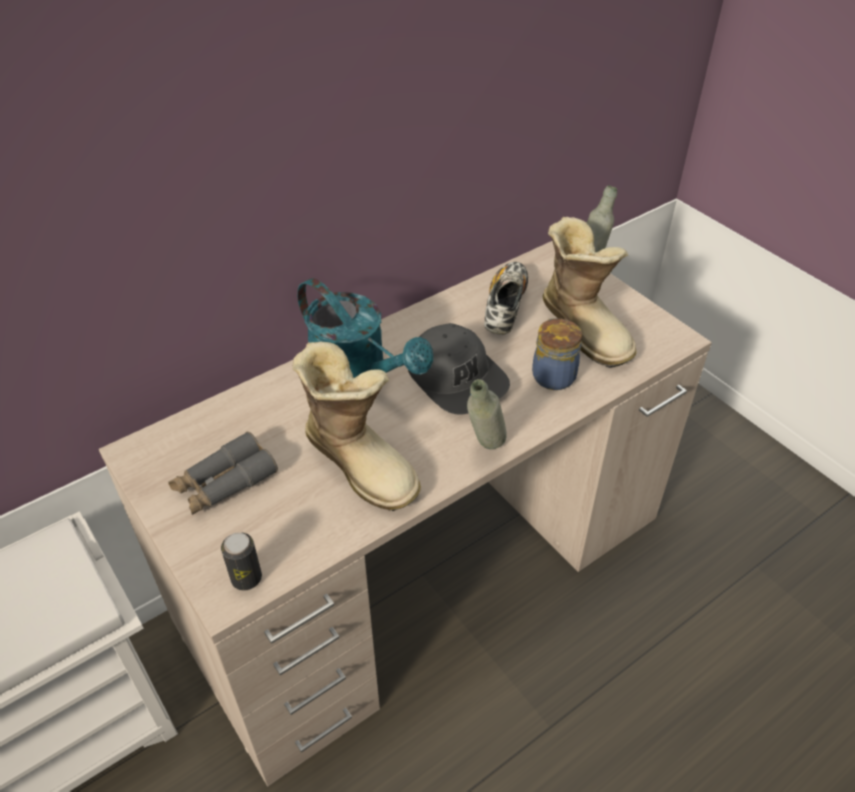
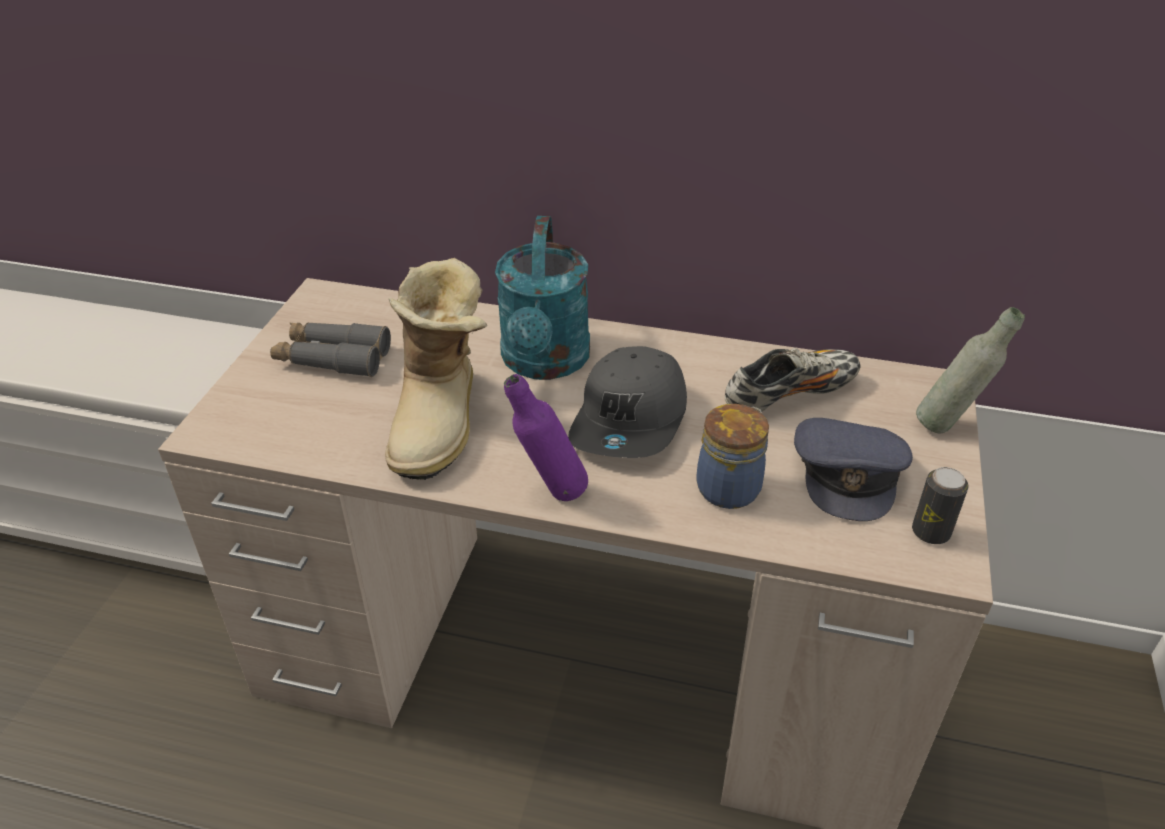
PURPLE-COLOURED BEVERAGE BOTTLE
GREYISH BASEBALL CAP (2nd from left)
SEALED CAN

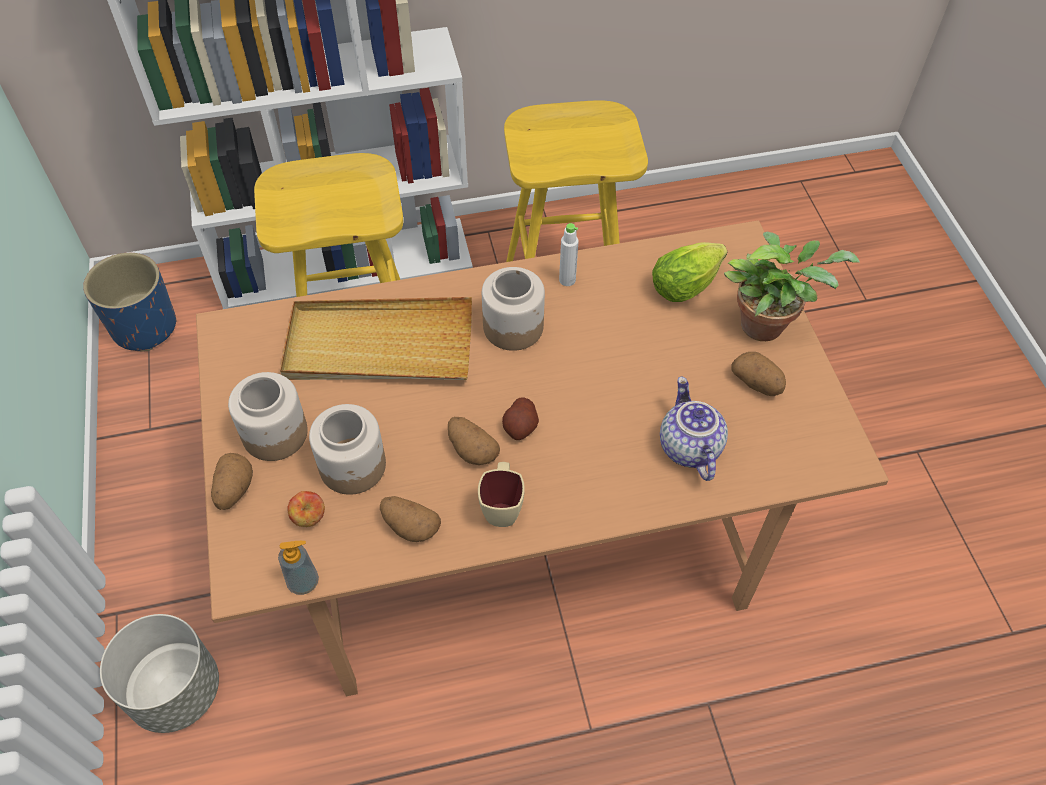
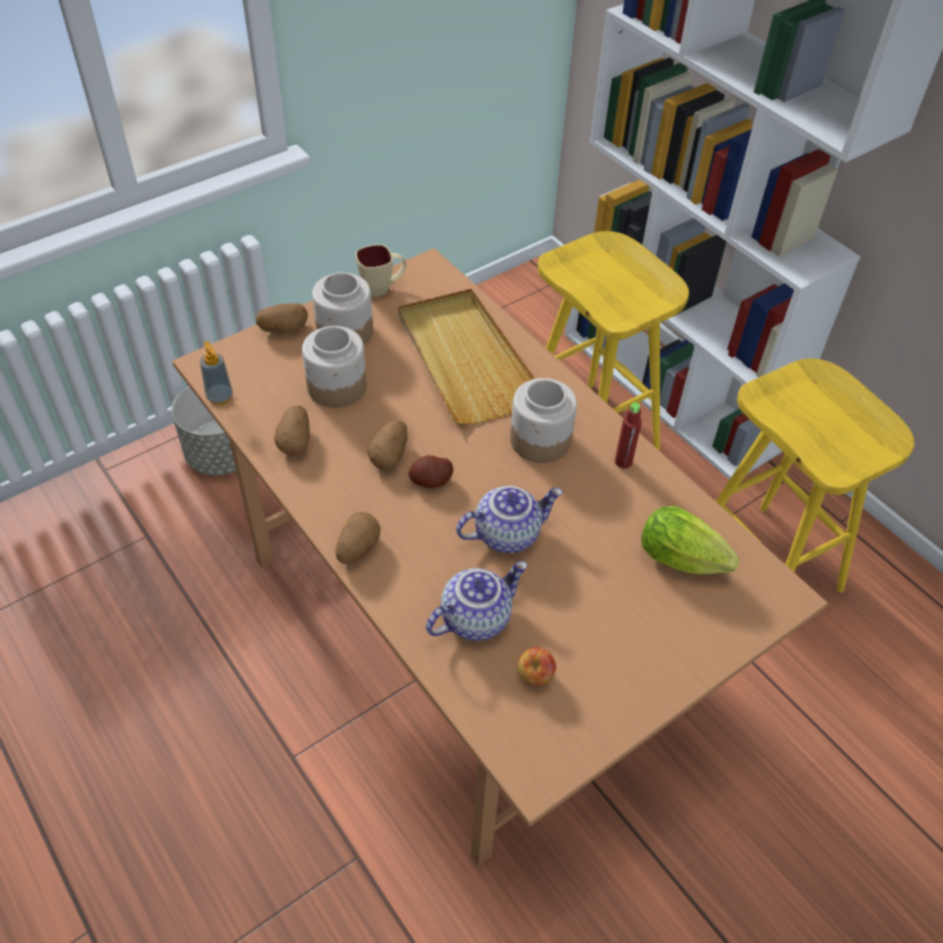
SPUD (3rd from left)
BEIGE COFFEE MUG
TEAPOT (2nd from left)
WHOLE APPLE
REDDISH BEVERAGE BOTTLE
BLUE FLOWER POT
PLANT IN A POT

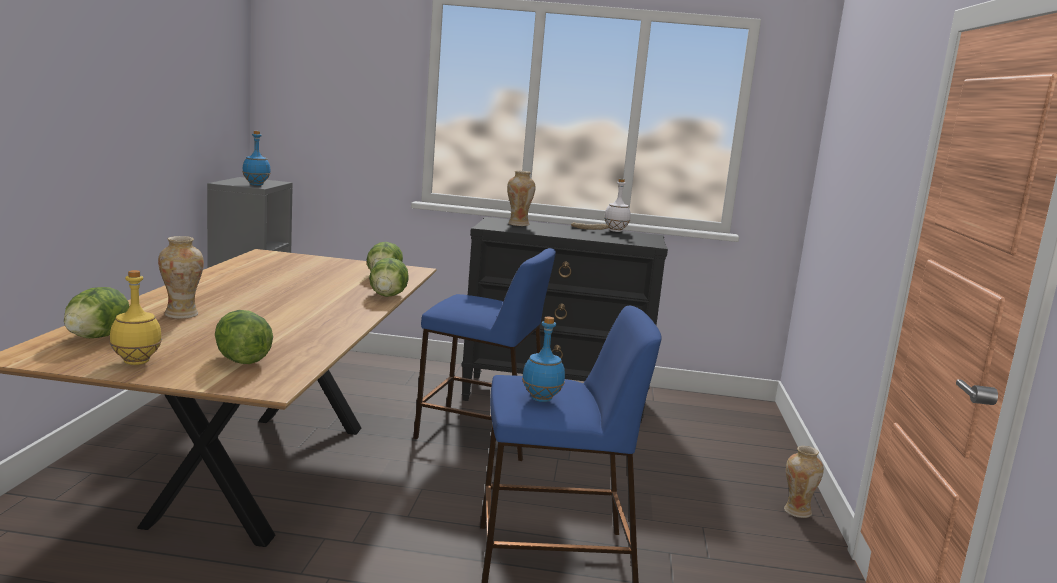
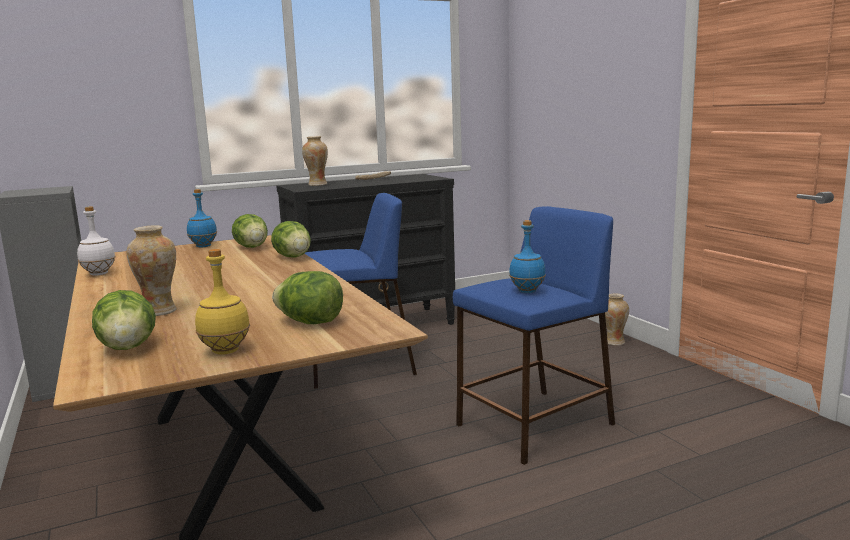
WHITISH BEVERAGE BOTTLE
BLUE BEVERAGE BOTTLE (1st from left)

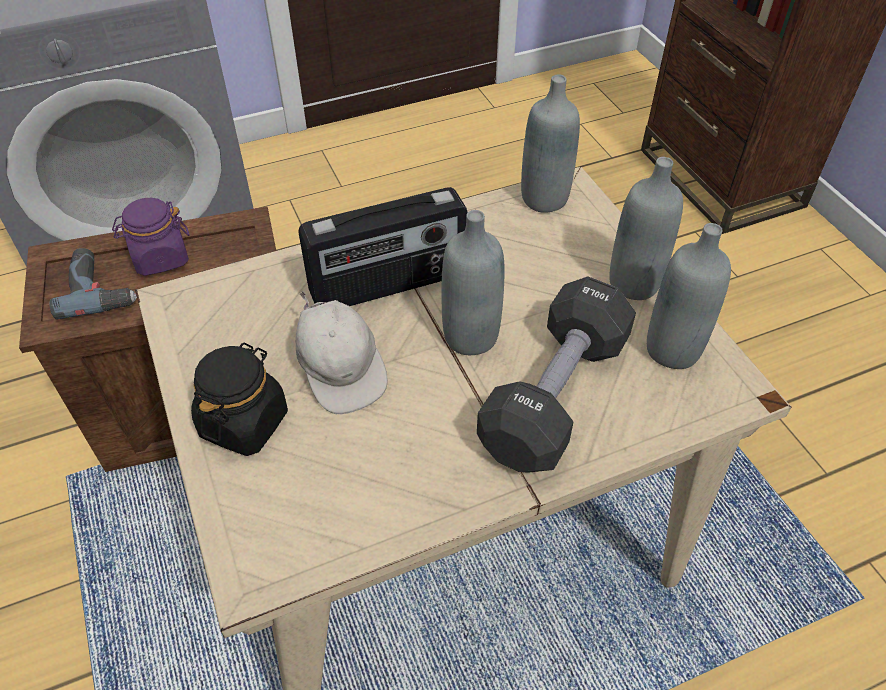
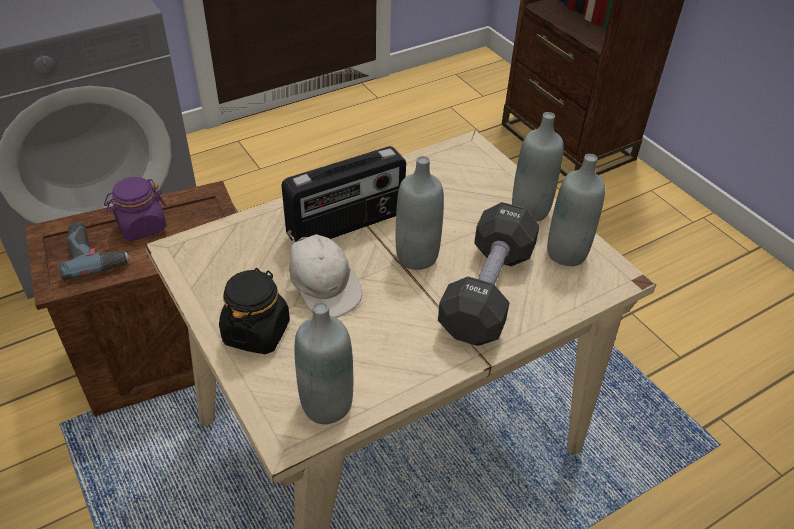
GREYISH BEVERAGE BOTTLE (1st from left)

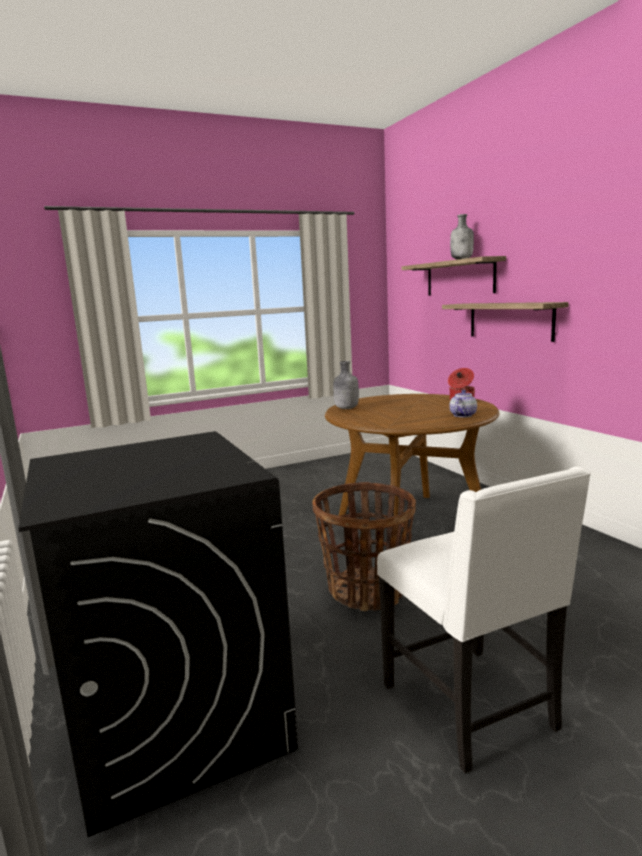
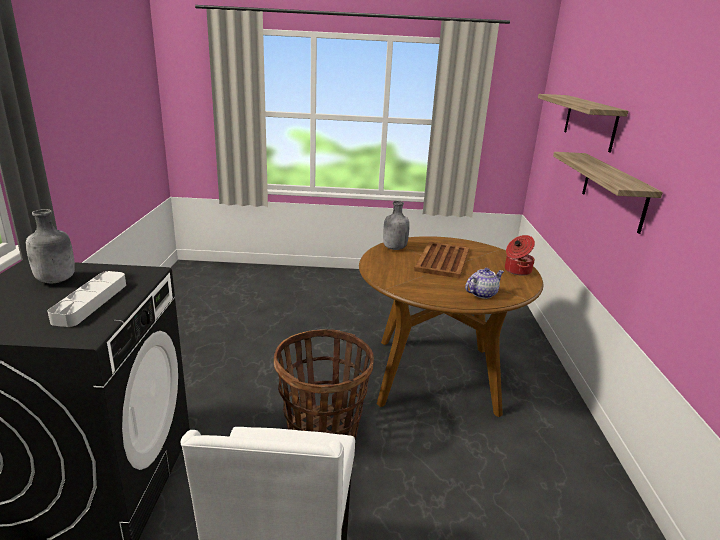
GREYISH BEVERAGE BOTTLE (1st from left)
GREYISH CARRYING TRAY
BROWNISH CARRYING TRAY

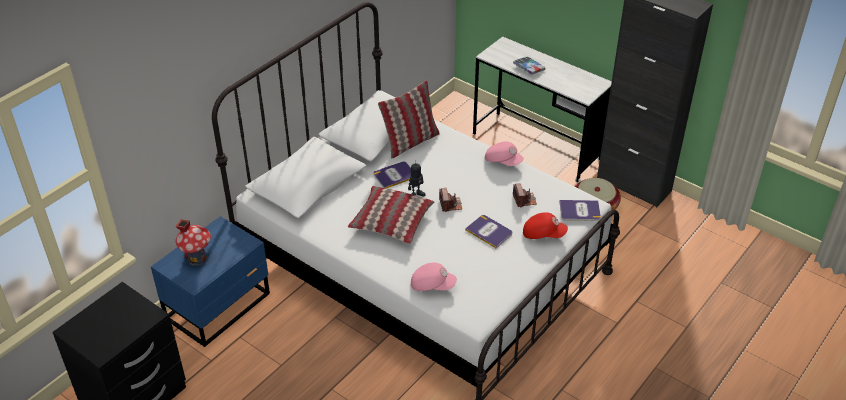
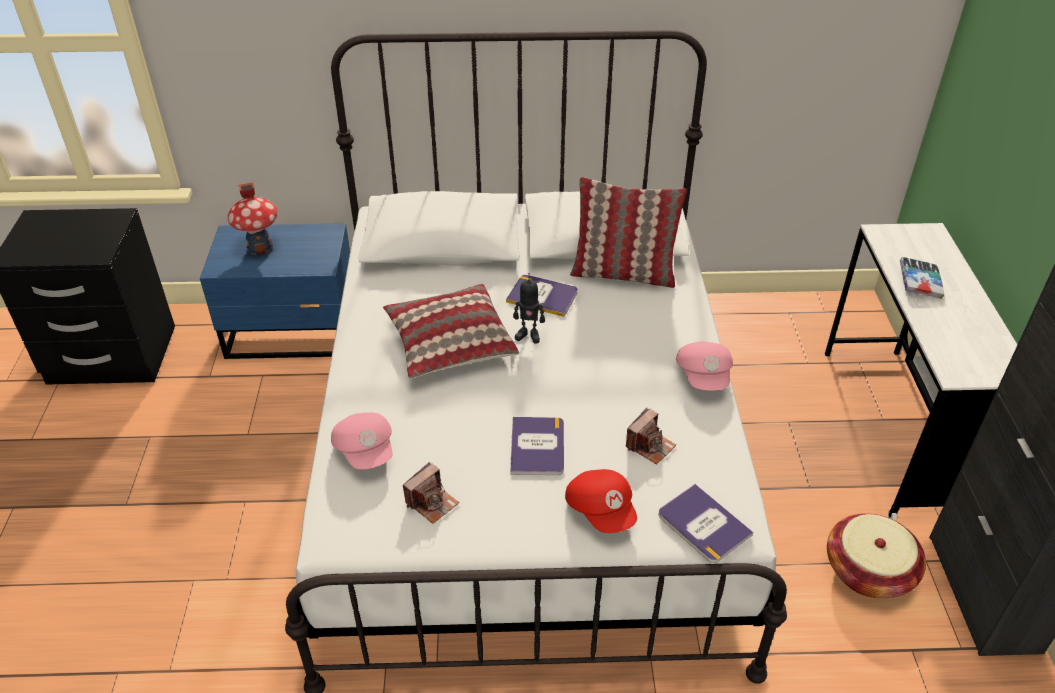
STILL CAMERA (1st from left)

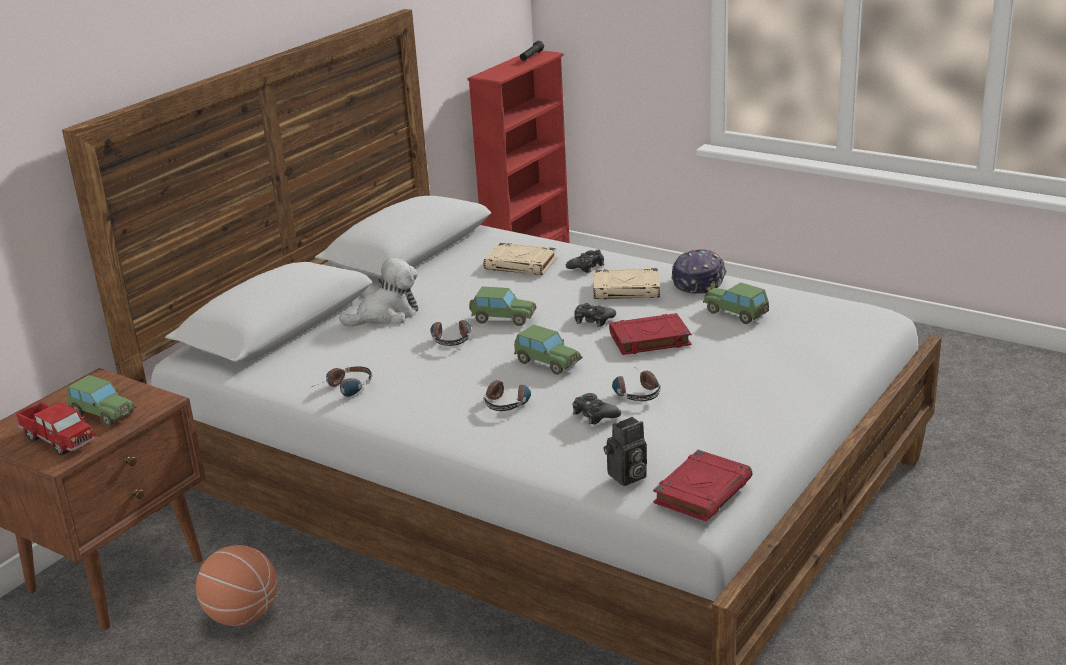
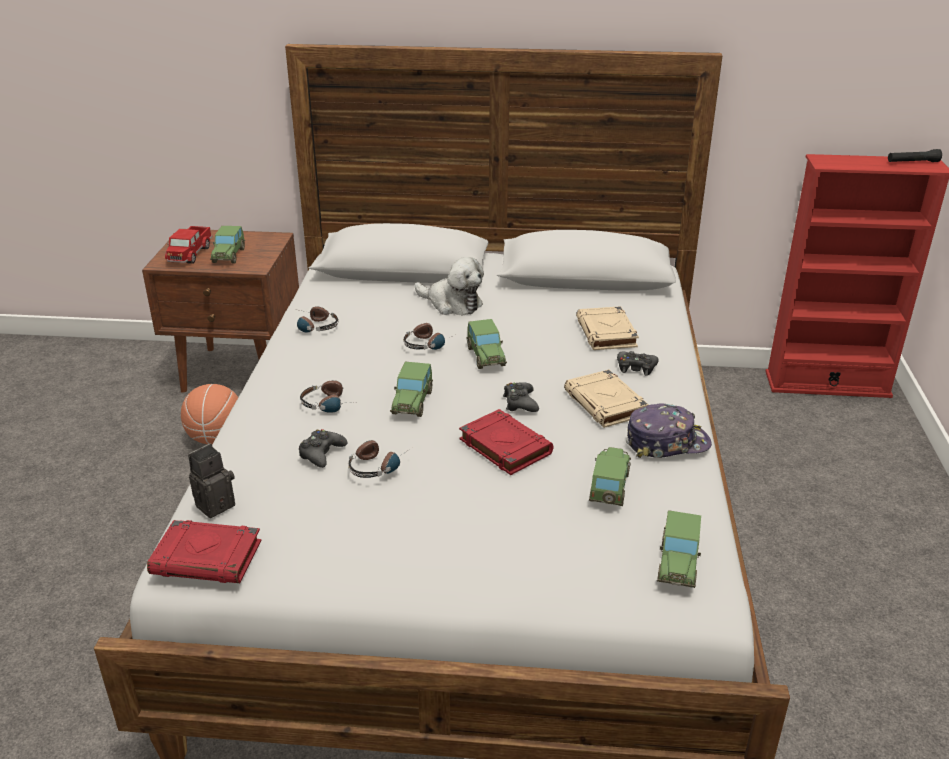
STILL CAMERA
MINIATURE CAR (5th from left)

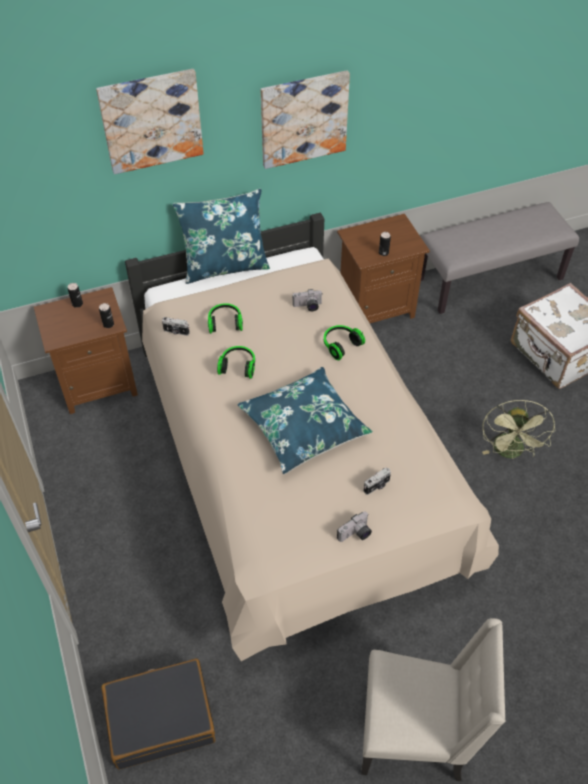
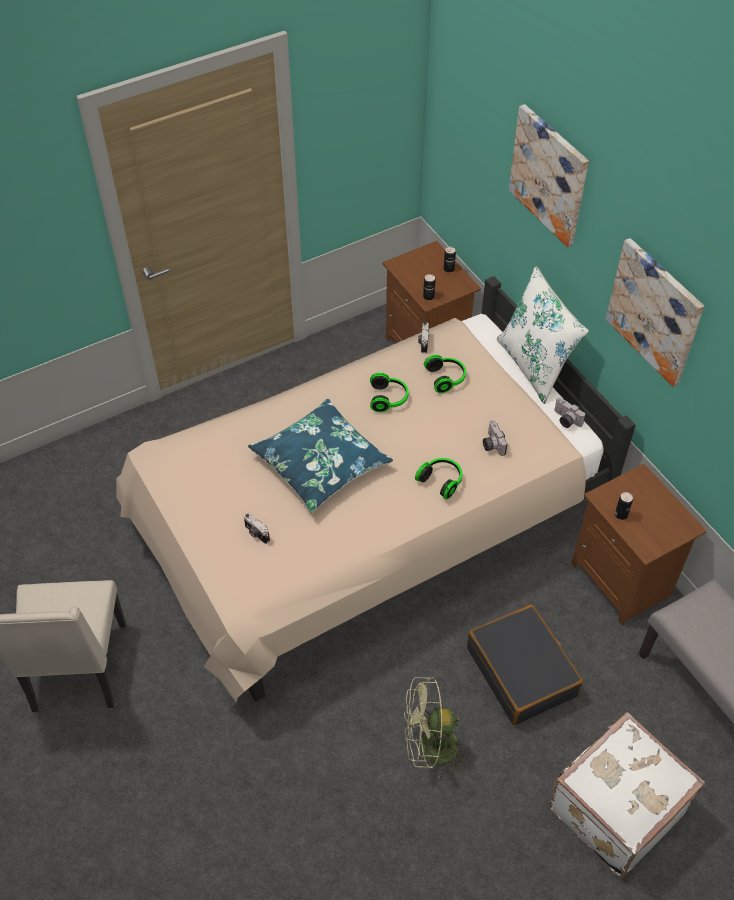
BLACK TRAVEL CASE
WHITISH THROW PILLOW
STILL CAMERA (4th from left)

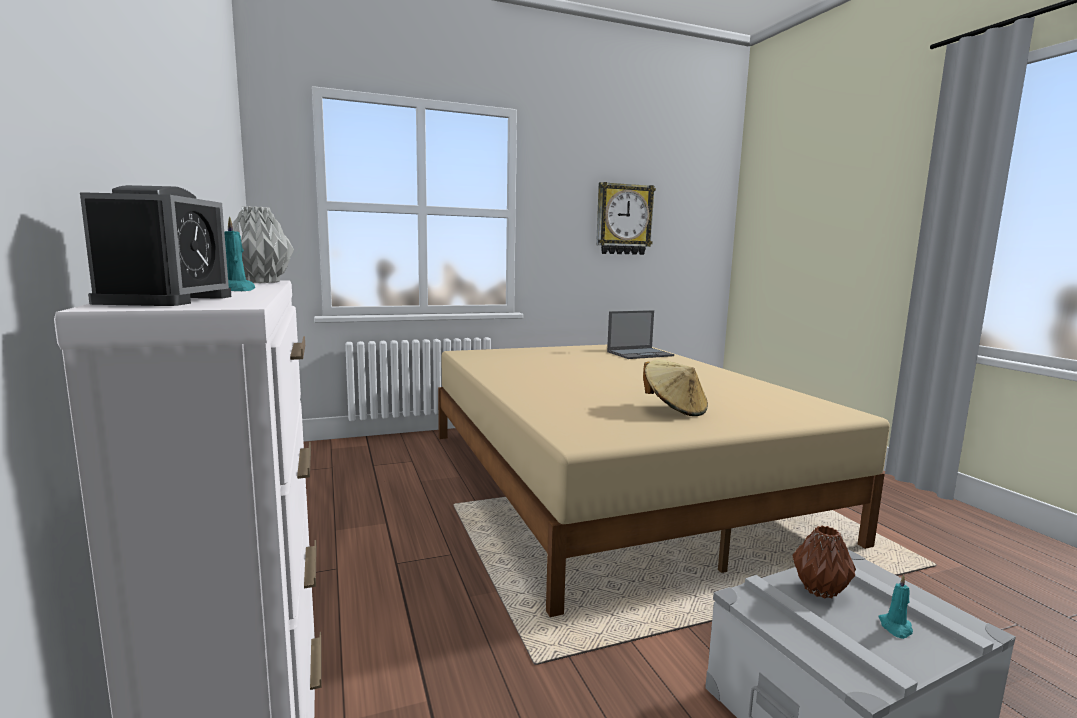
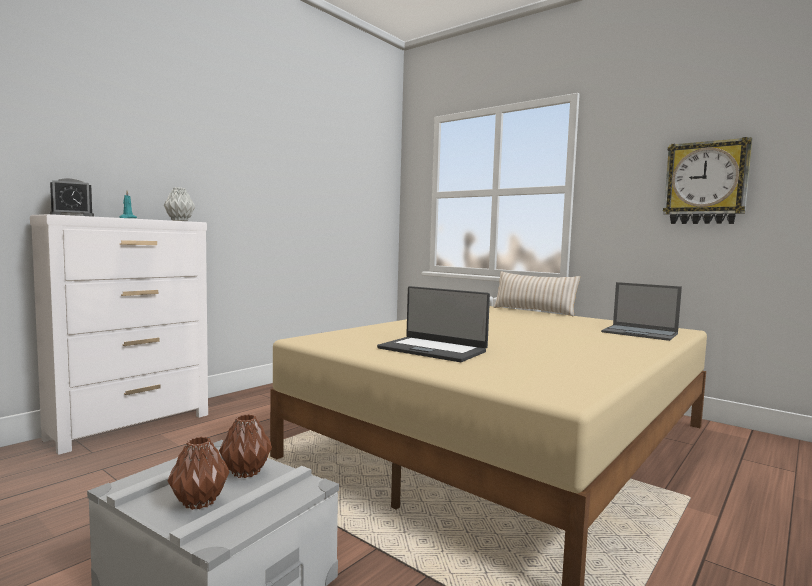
BROWNISH FLOWER VASE (1st from left)
LAPTOP (1st from left)
BEIGE THROW PILLOW

